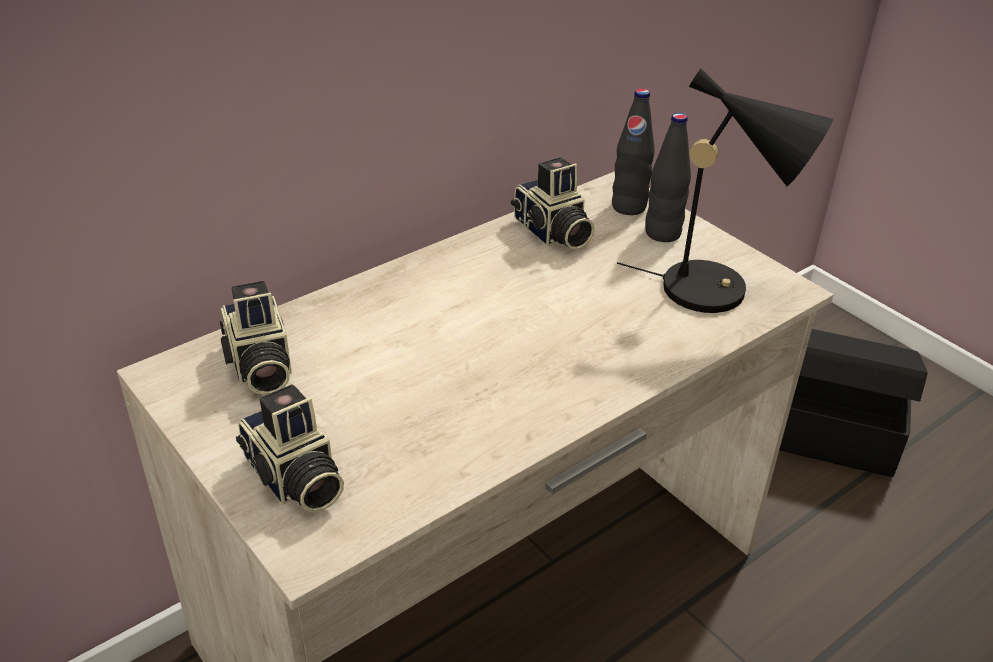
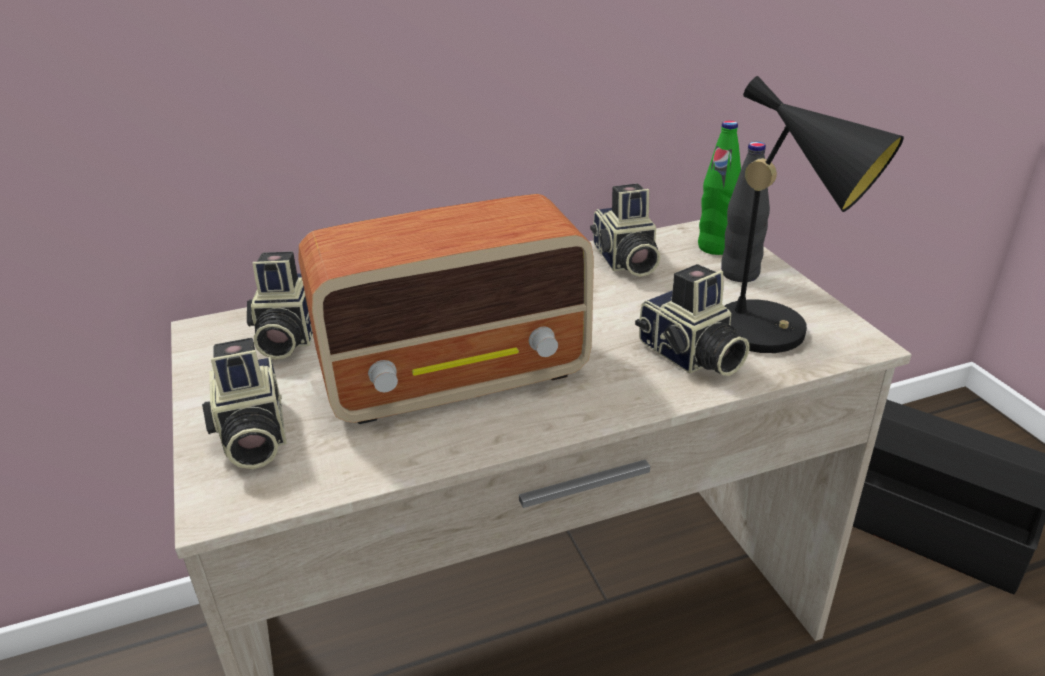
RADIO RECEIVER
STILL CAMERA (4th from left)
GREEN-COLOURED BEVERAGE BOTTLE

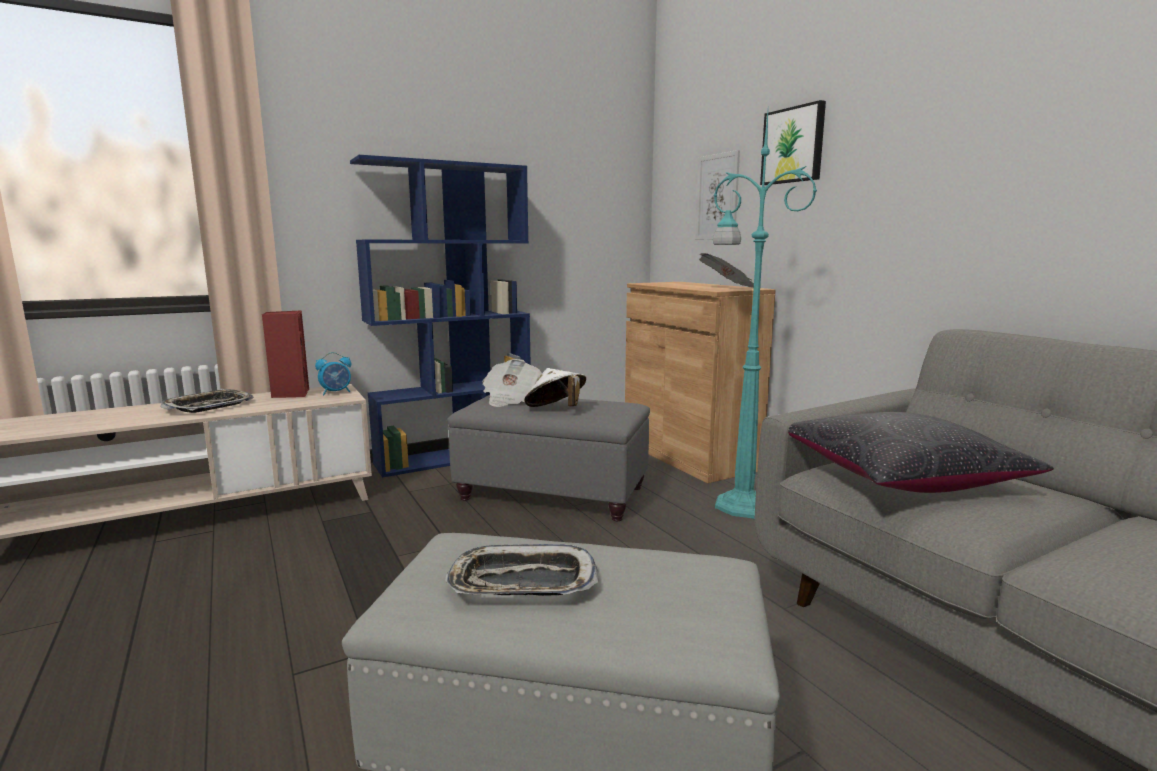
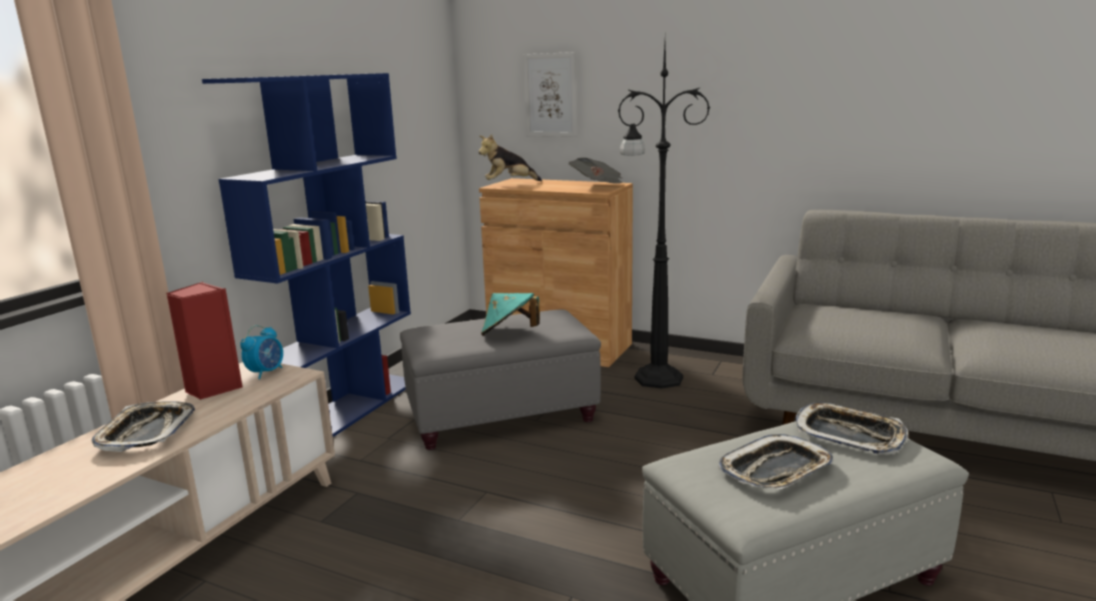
CUDDLY TOY
TURQUOISE CLOTHING HAT
BLACK FLOOR LAMP
CARRYING TRAY (3rd from left)
PRINTED PAPER (1st from left in the first image)
WALL ART (2nd from left in the first image)
BLACK THROW PILLOW

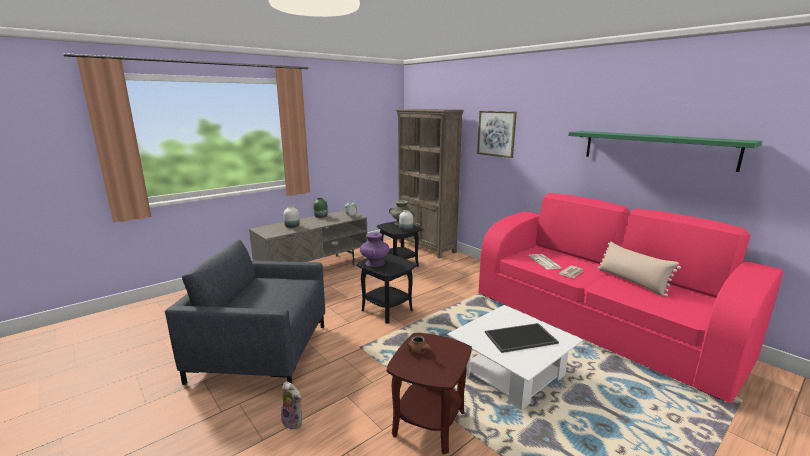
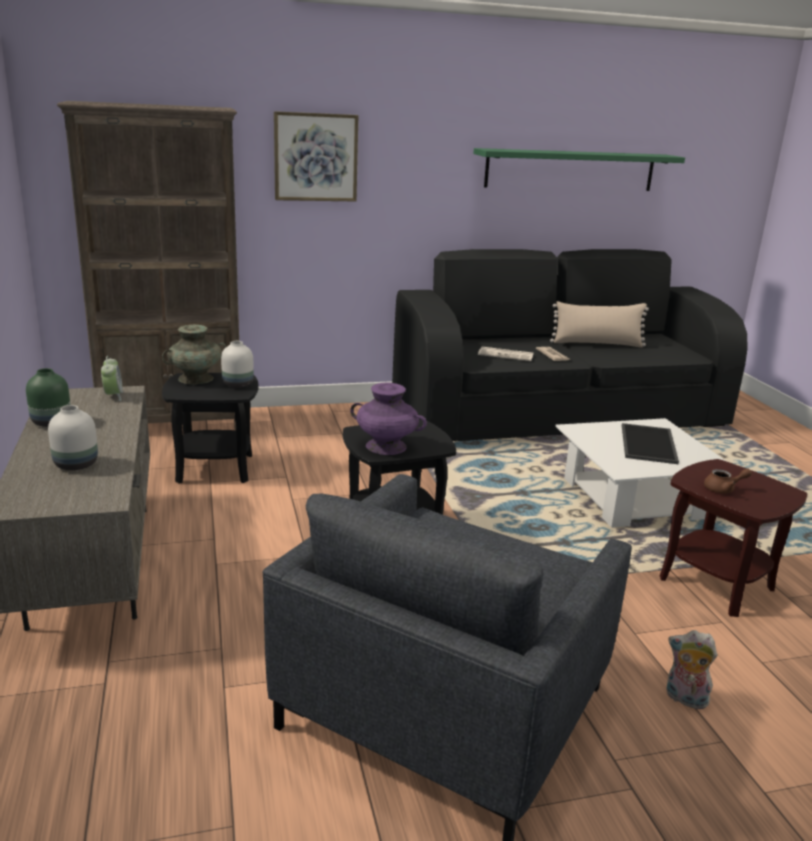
BLACK COUCH
CUDDLY TOY

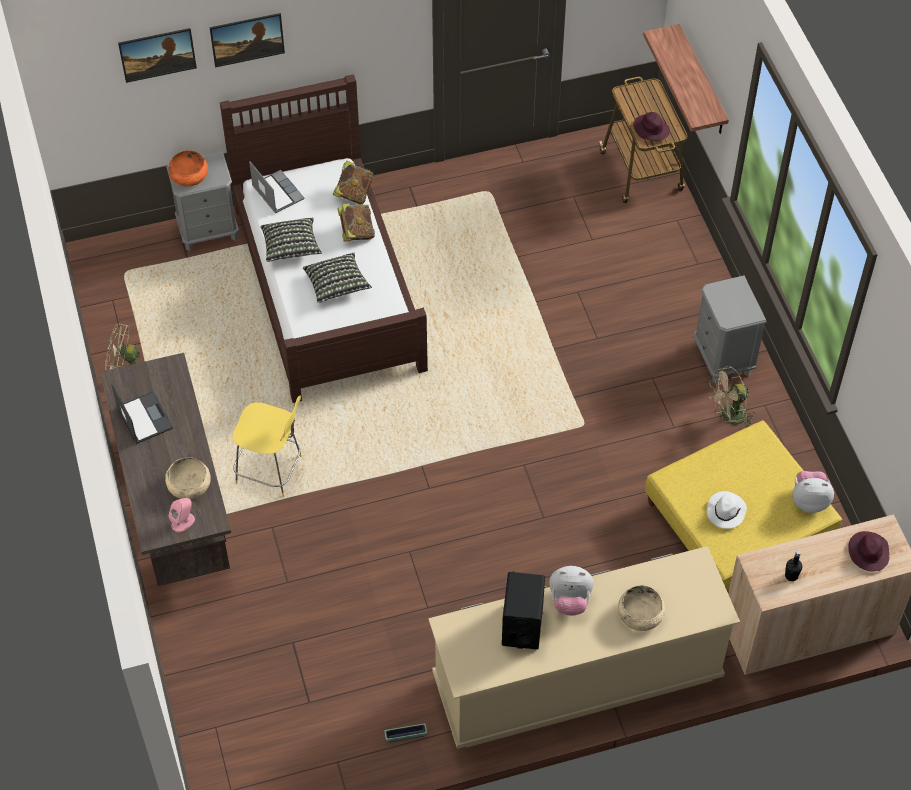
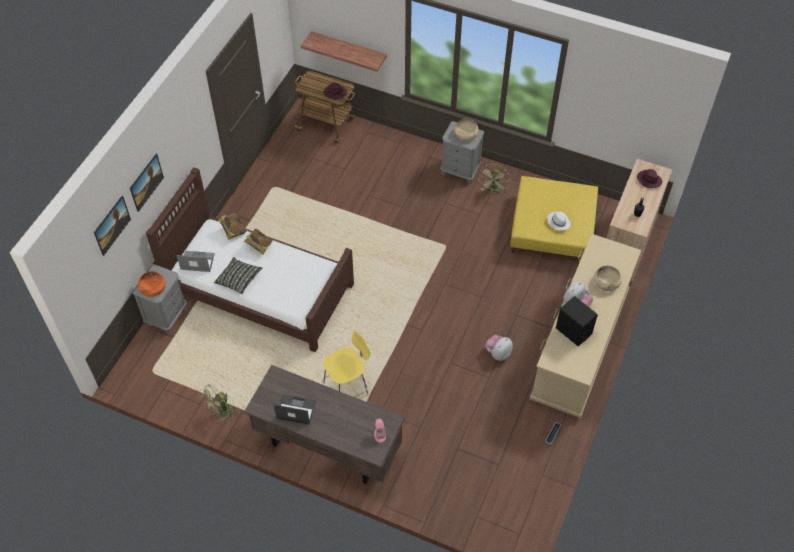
BEIGE DEEP DISH (1st from left)
CUDDLY TOY (1st from left)
THROW PILLOW (2nd from left in the first image)

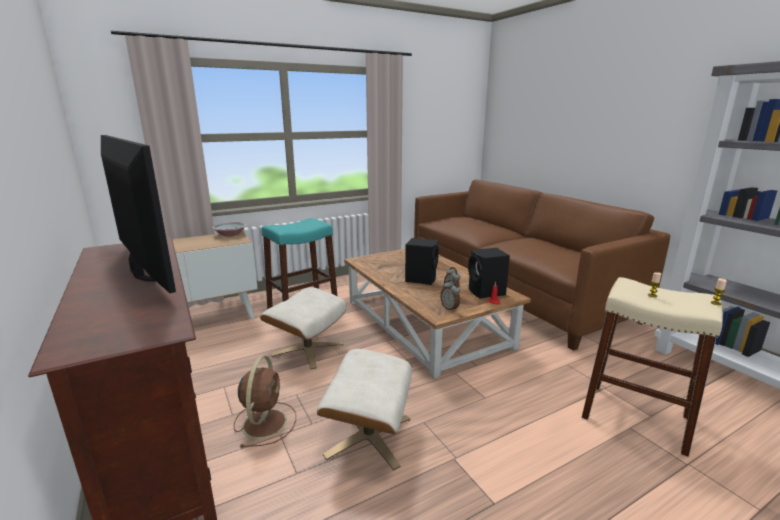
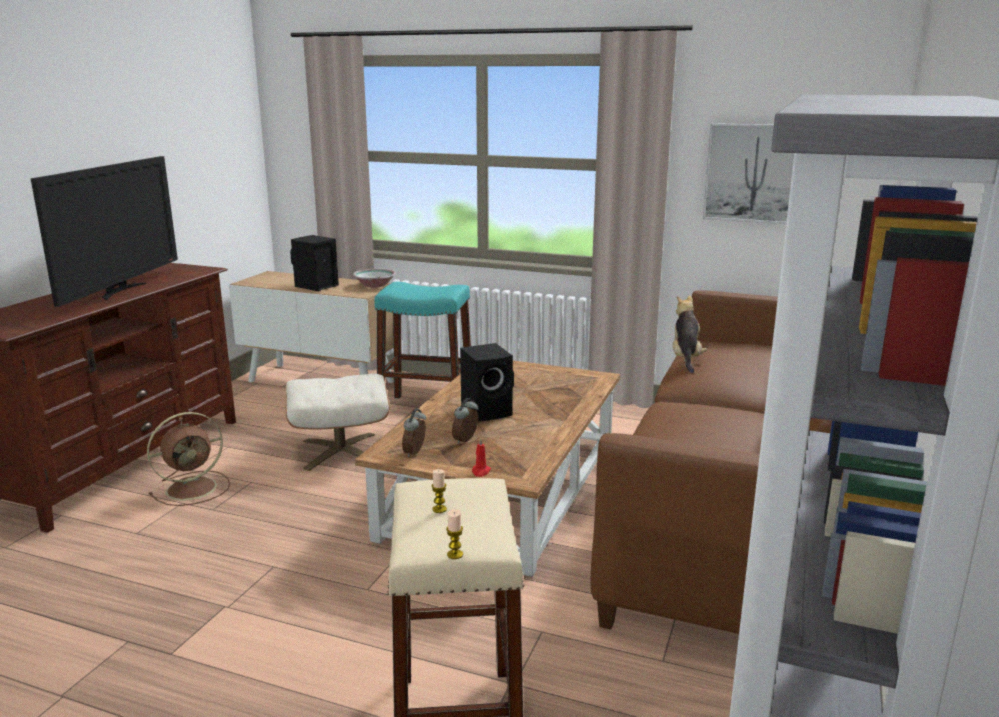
BLACK SPEAKER (1st from left)
CUDDLY TOY
WALL ART
BEIGE OTTOMAN (2nd from left in the first image)

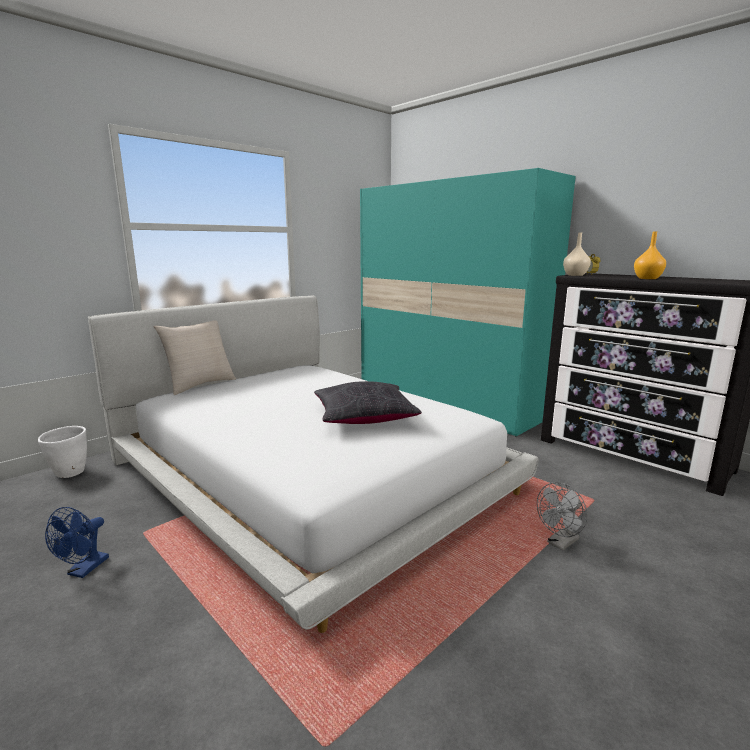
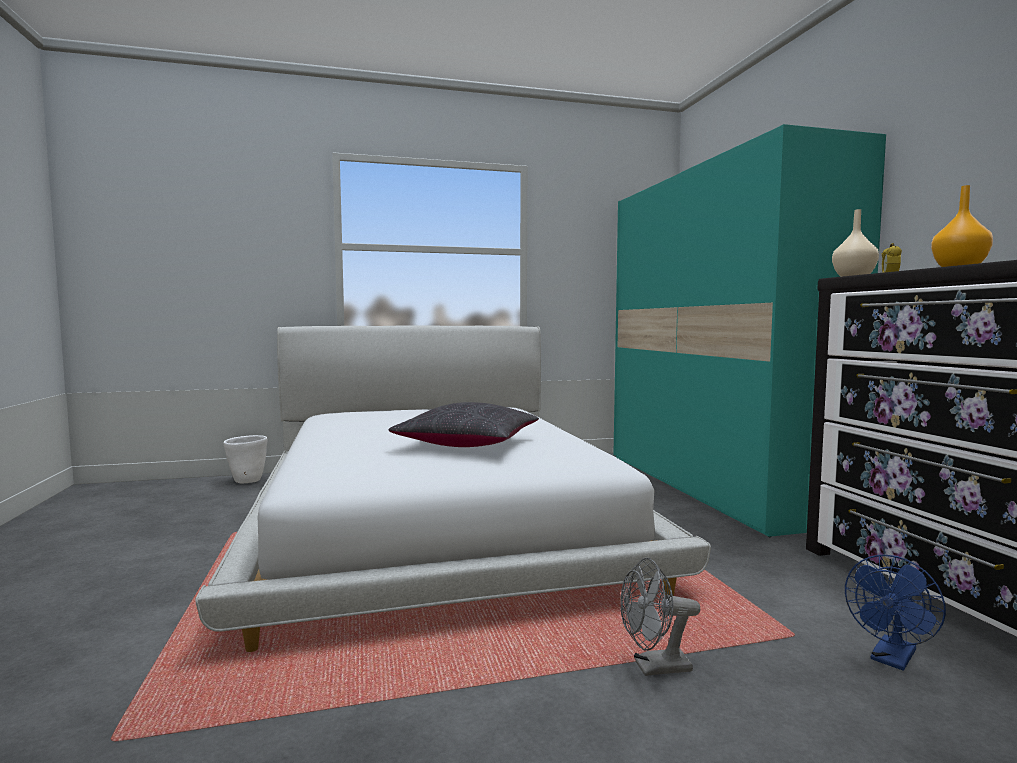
BLUE FAN
BEIGE THROW PILLOW

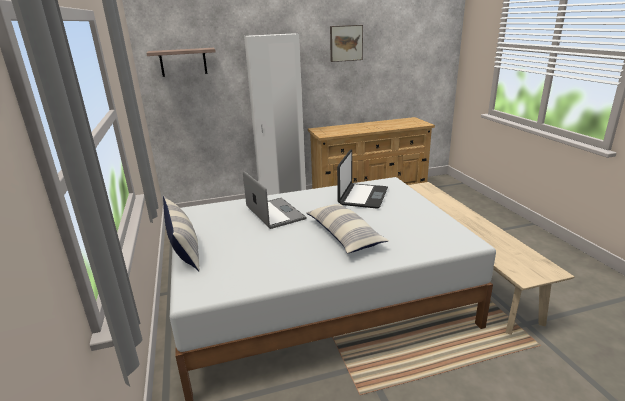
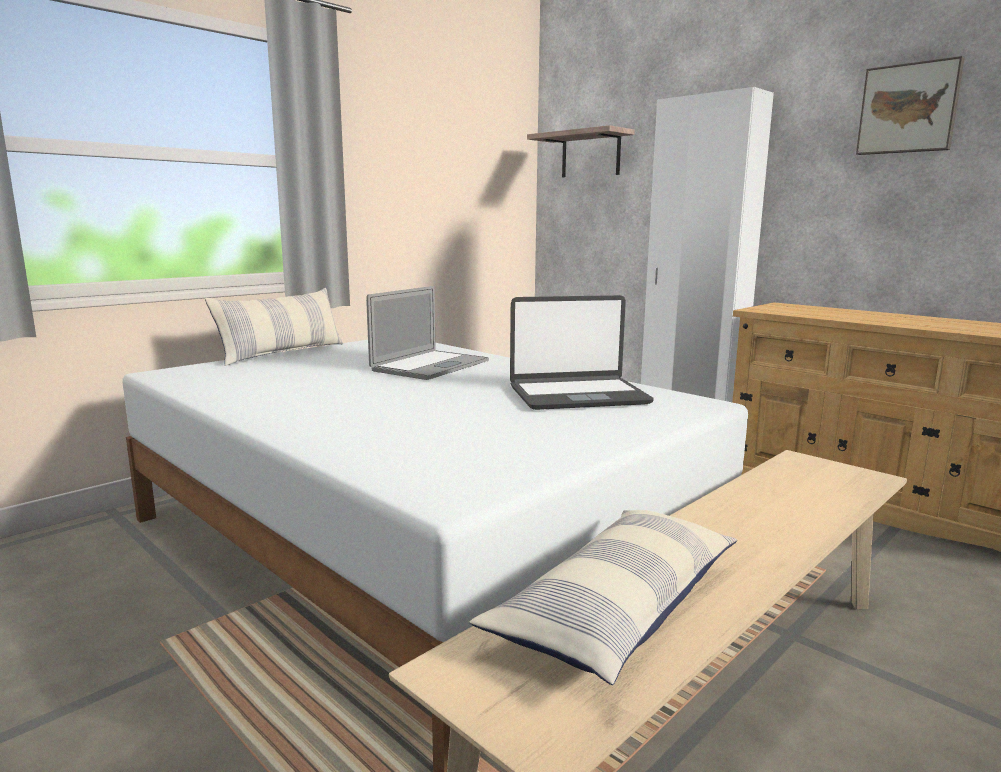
THROW PILLOW (2nd from left)

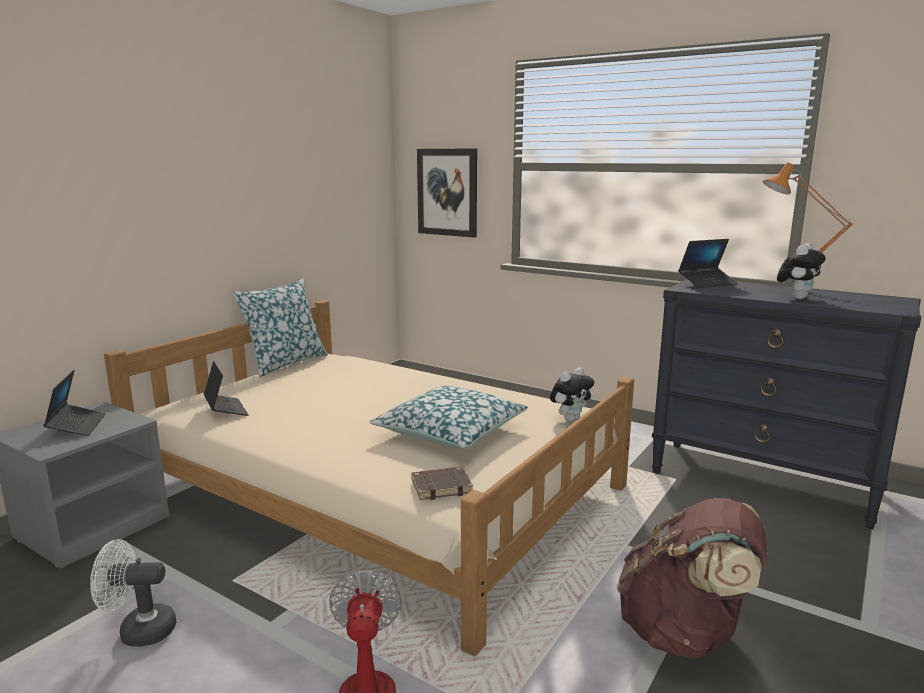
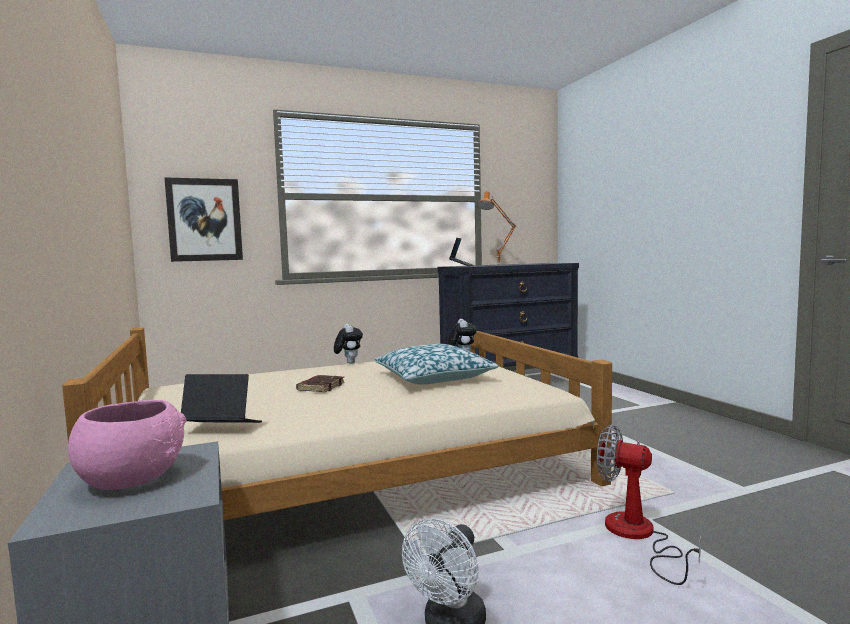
PINK-COLOURED DEEP DISH
BROWNISH VOLUME
CUDDLY TOY (1st from left)
THROW PILLOW (1st from left in the first image)
BROWNISH RUCKSACK

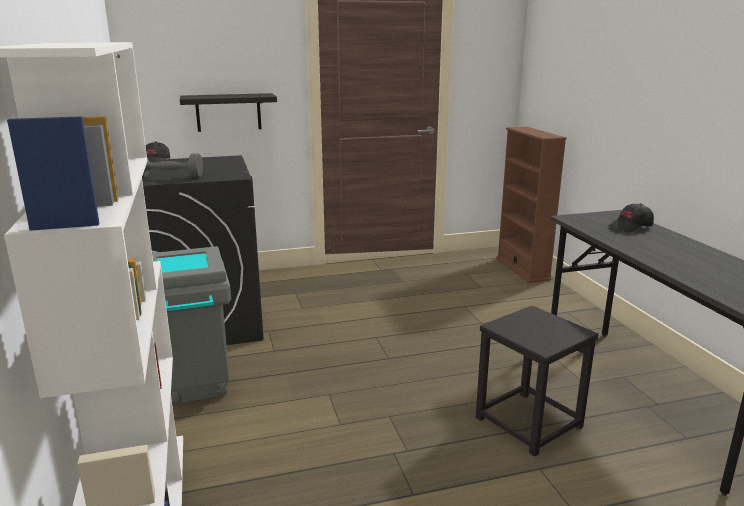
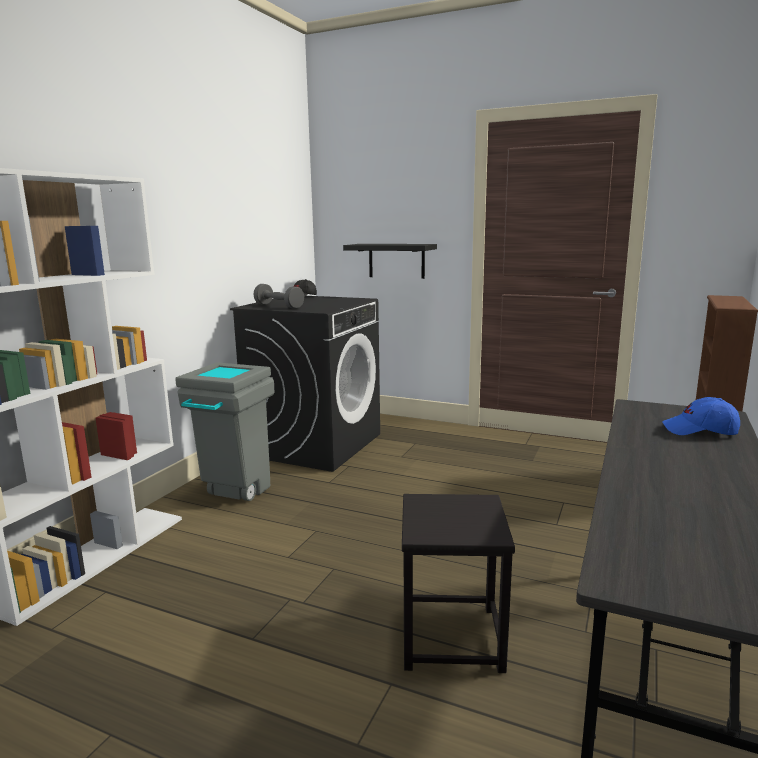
BLUE BASEBALL CAP

